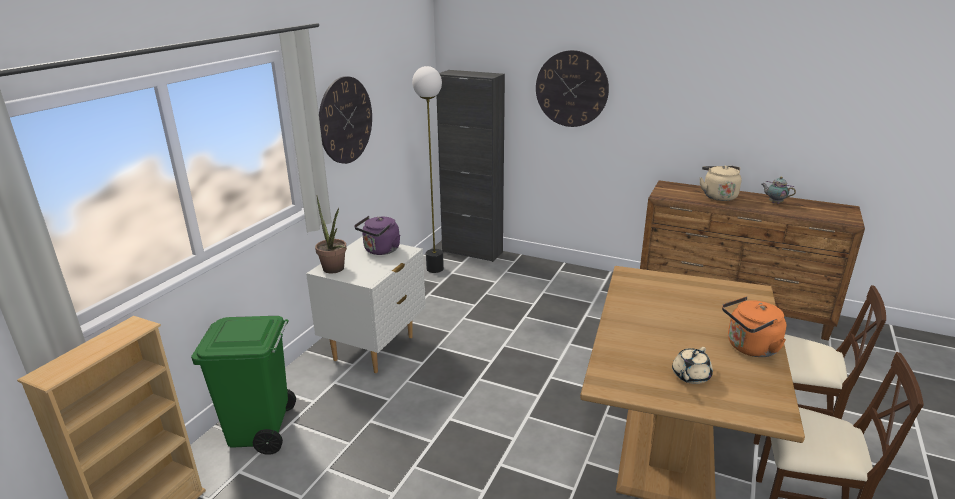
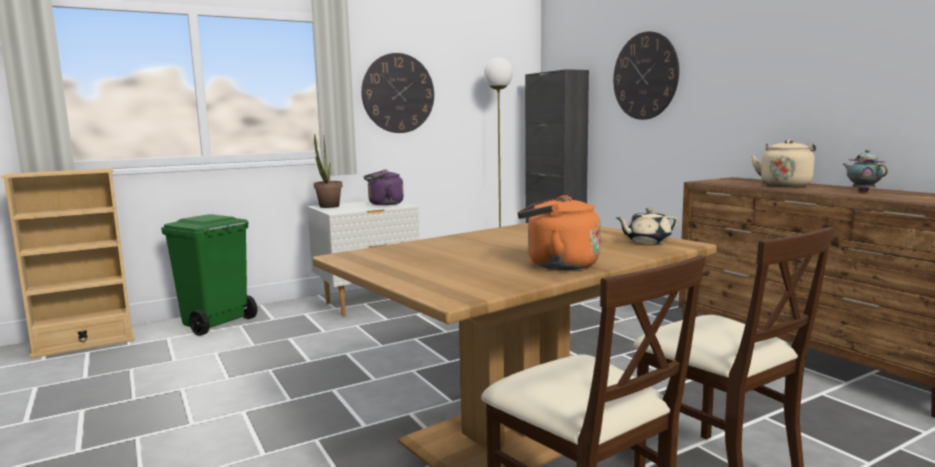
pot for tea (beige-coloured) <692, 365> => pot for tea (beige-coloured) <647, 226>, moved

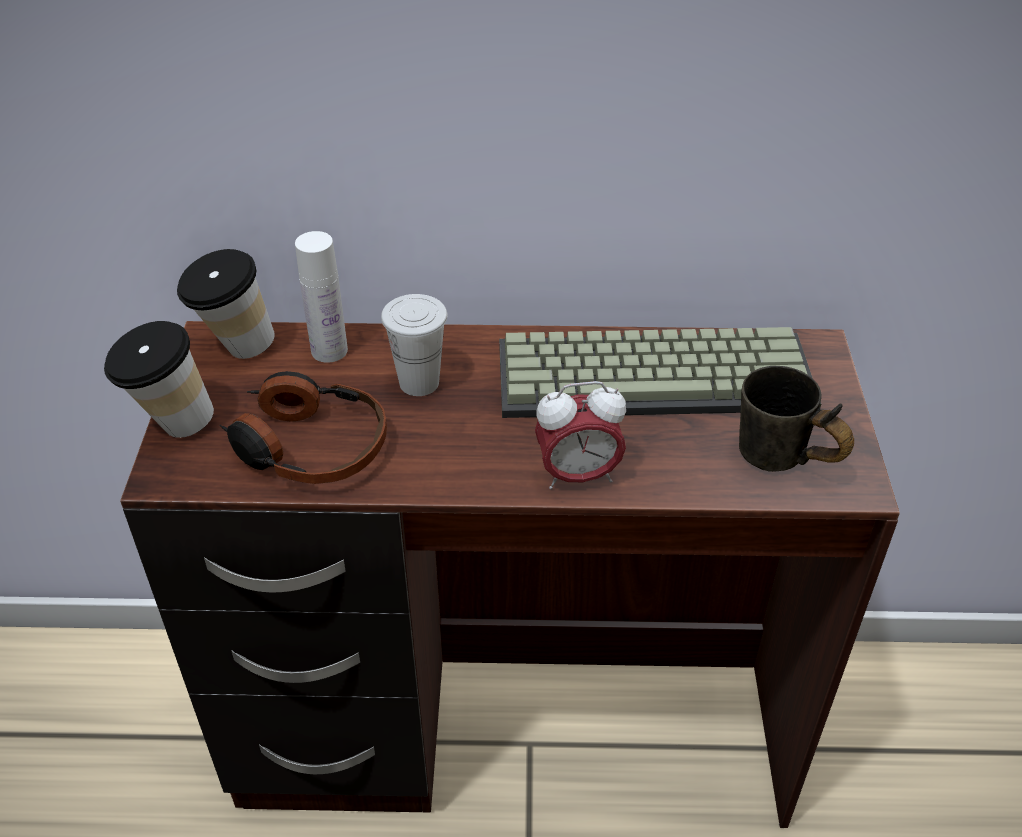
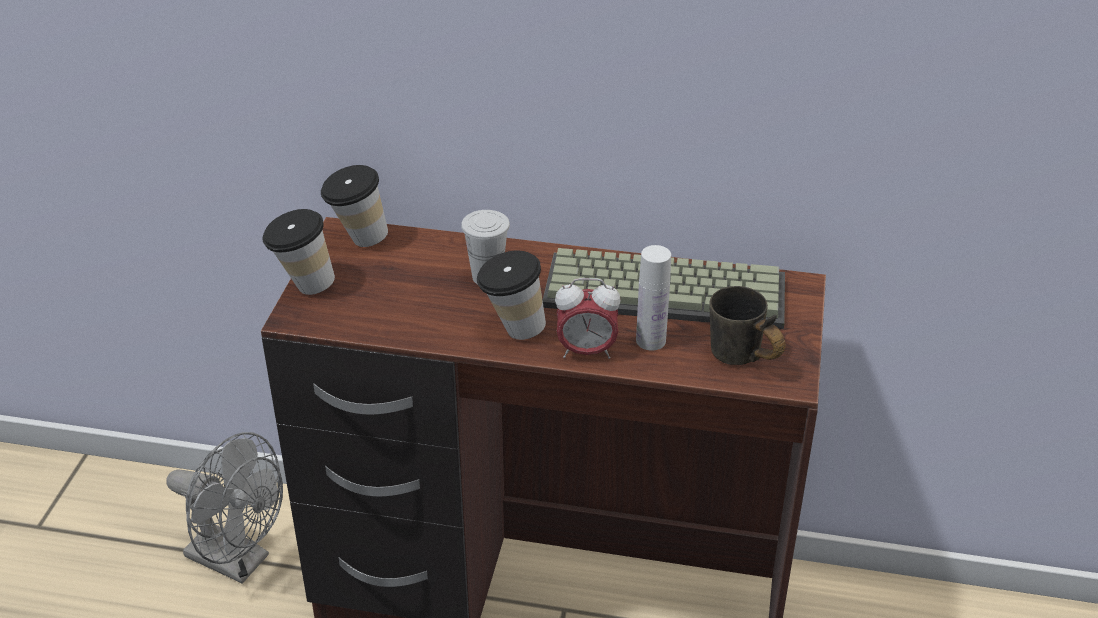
pair of headphones <303, 427> => nothing
drink bottle (whitish) <321, 297> => drink bottle (whitish) <653, 298>, moved
nothing => electric fan (greyish) <224, 508>
nothing => cup <511, 295>

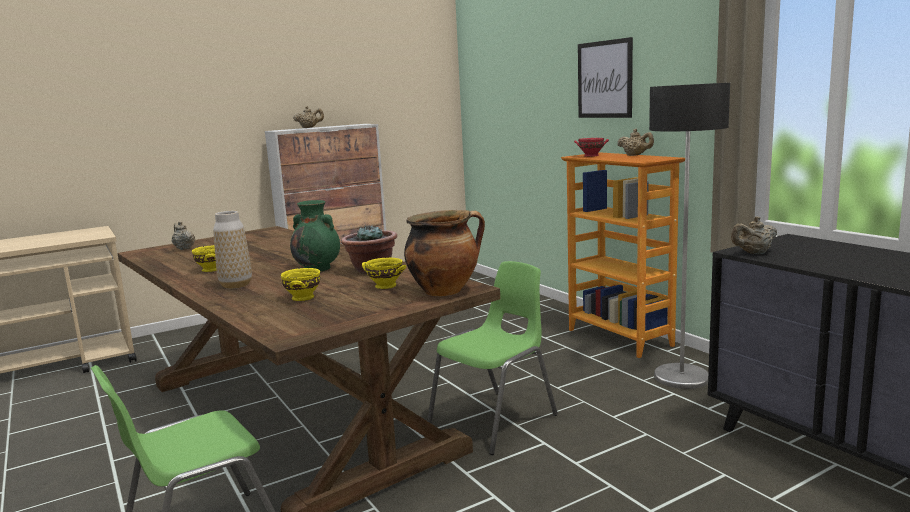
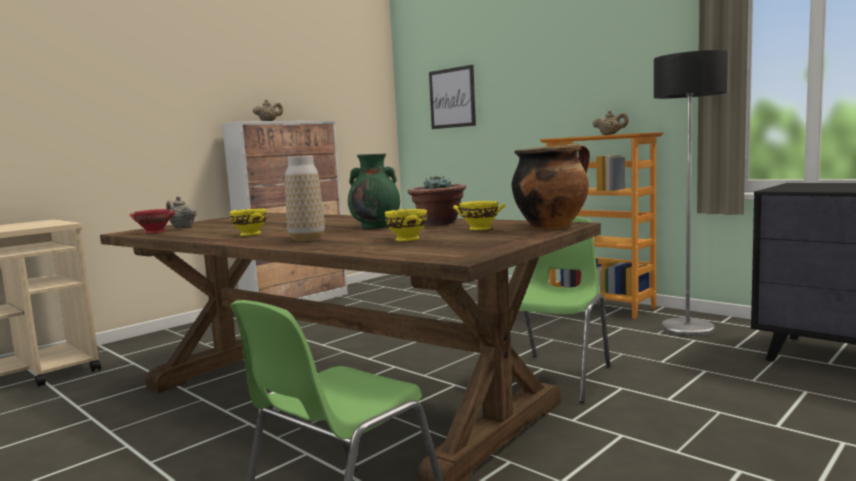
bowl (reddish) <591, 147> => bowl (reddish) <152, 221>, moved
wall art <605, 77> => wall art <452, 97>, moved
pot for tea (beige-coloured) <754, 235> => nothing

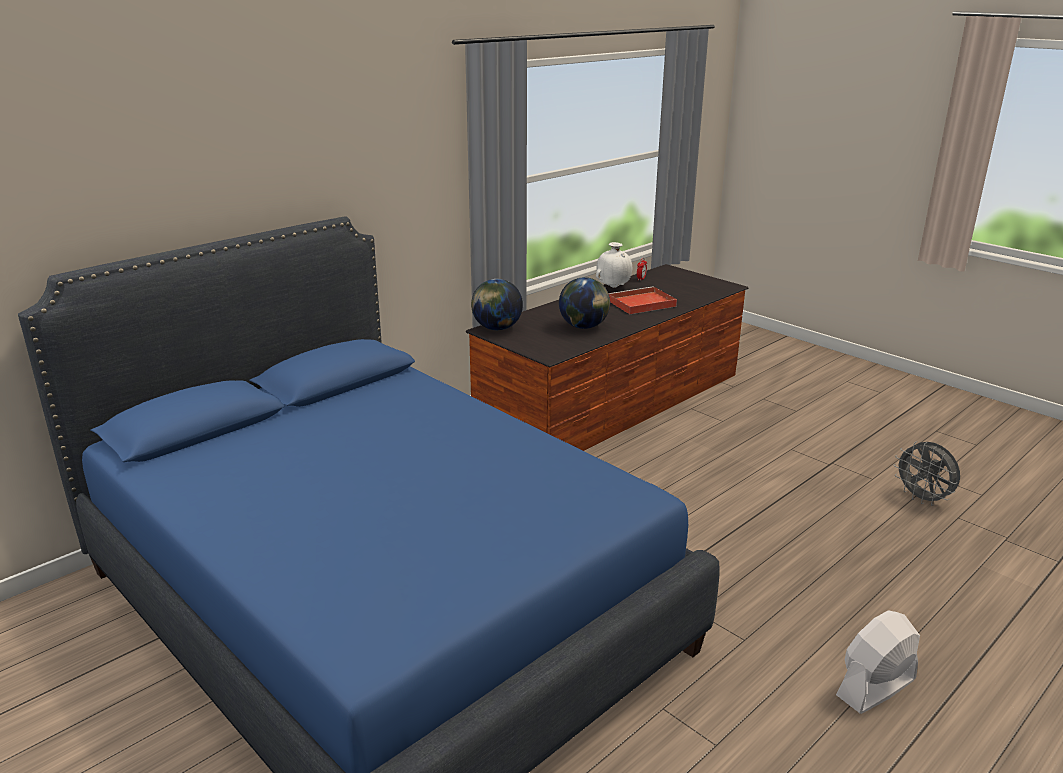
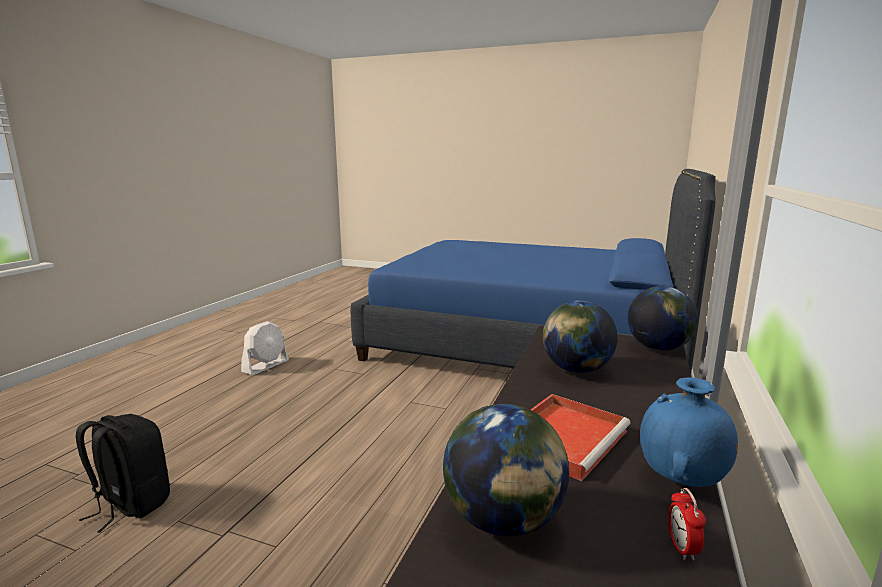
decorative vase (whitish) <614, 265> => decorative vase (blue) <689, 432>
electric fan (greyish) <926, 473> => knapsack (blackish) <123, 473>
nothing => world globe <506, 470>

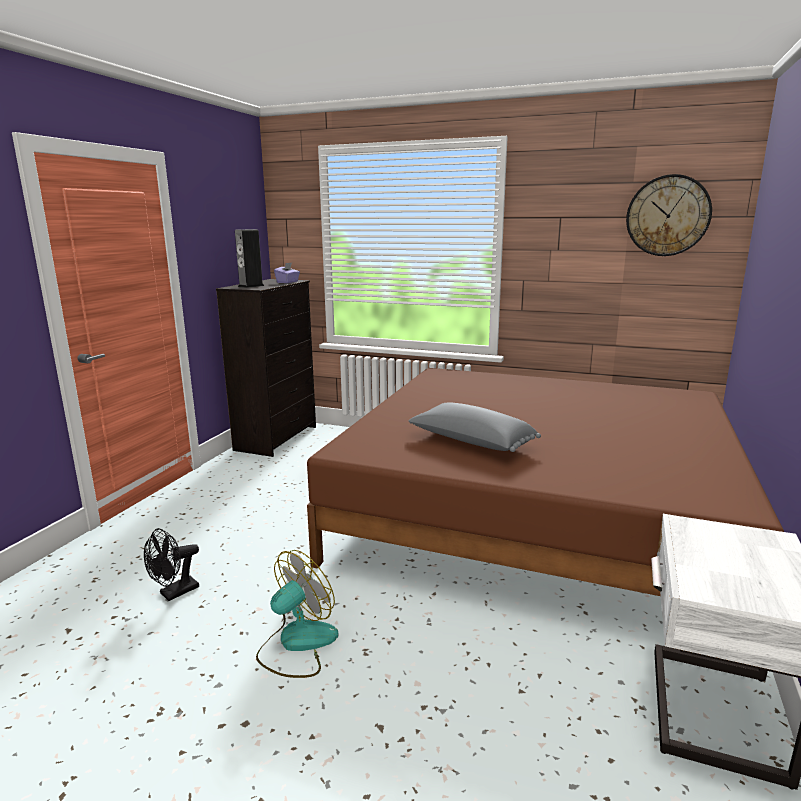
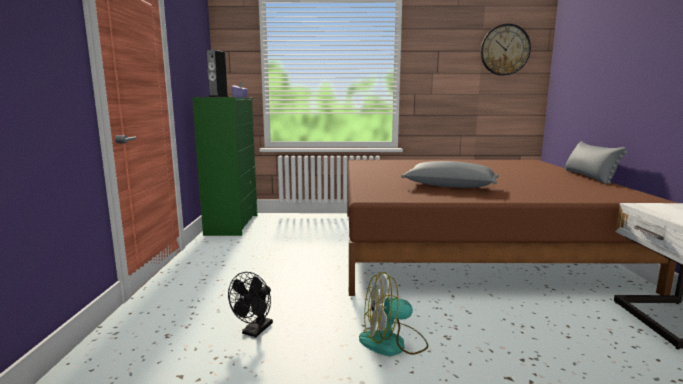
dresser (blackish) <266, 368> => dresser (greenish) <224, 166>
electric fan <297, 614> => electric fan <393, 314>, 120 degrees counterclockwise
nothing => cushion (greyish) <596, 162>

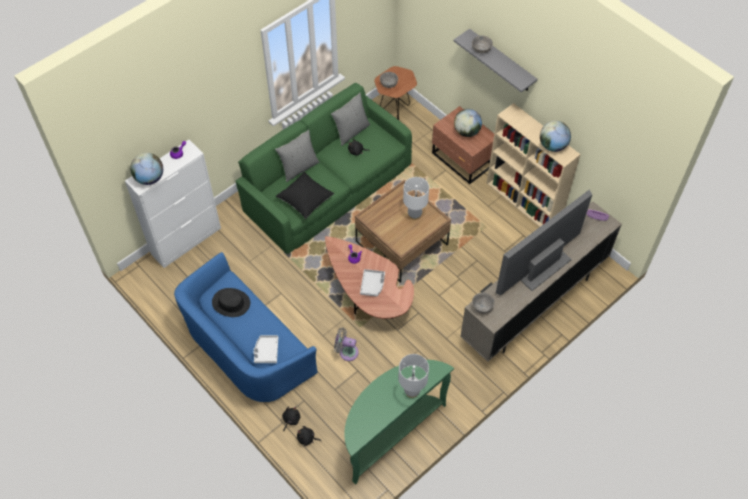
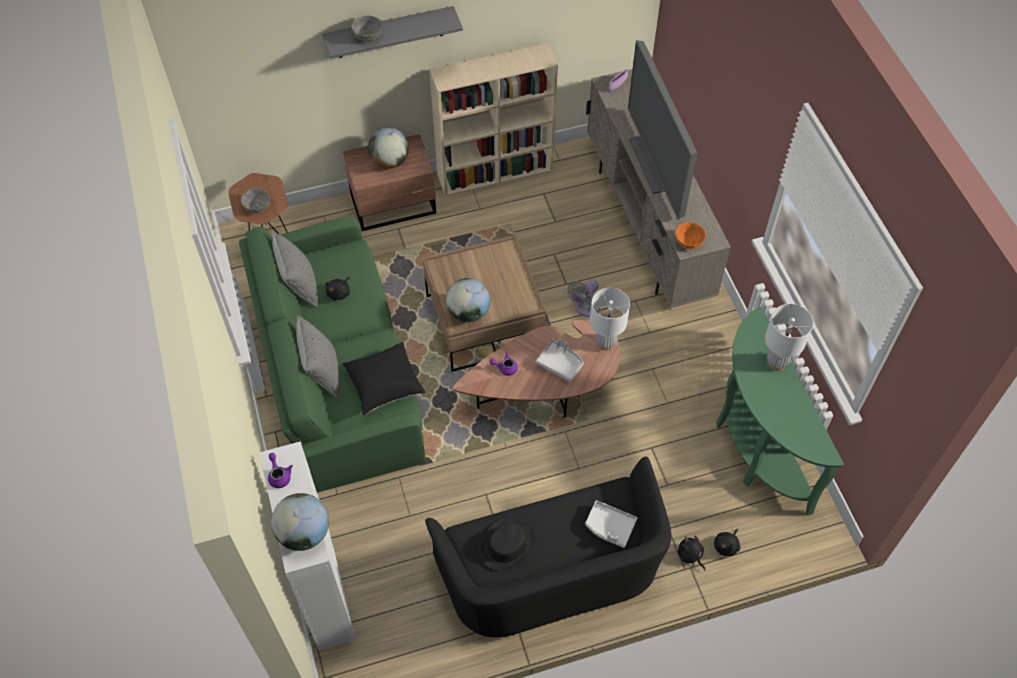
settee (blue) <246, 327> => settee (blackish) <548, 546>
electric fan (greyish) <346, 344> => electric fan (greyish) <583, 298>, moved
lamp for a table (whitish) <416, 198> => lamp for a table (whitish) <610, 319>, moved
bowl (greyish) <483, 303> => bowl (orangey) <690, 235>
world globe <555, 136> => world globe <468, 300>, moved

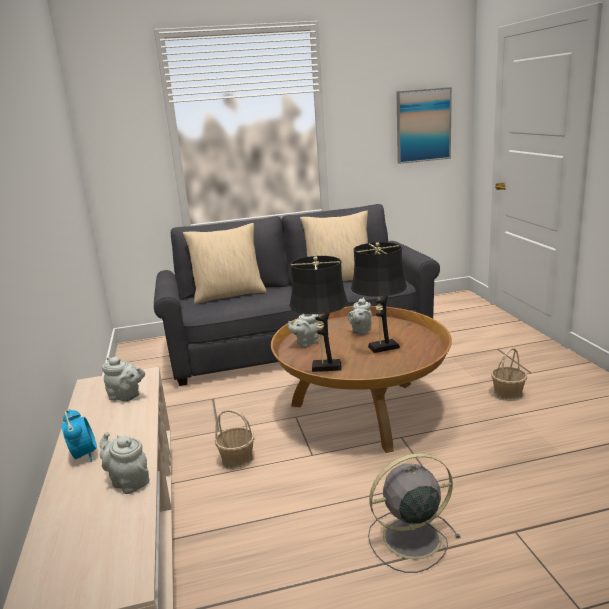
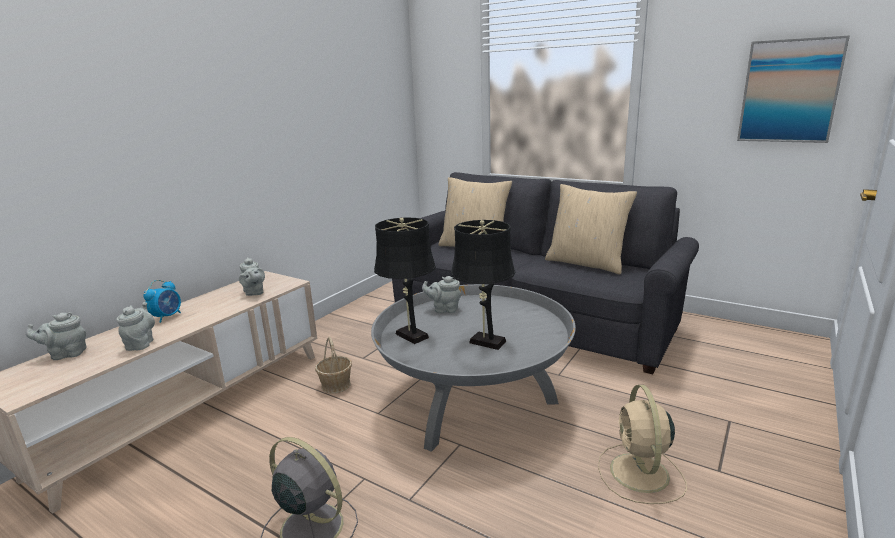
low table (brown-coloured) <361, 379> => low table (greyish) <473, 368>
pot for tea (greyish) <360, 316> => pot for tea (greyish) <56, 336>, moved
storage basket <509, 374> => electric fan (beige-coloured) <642, 444>

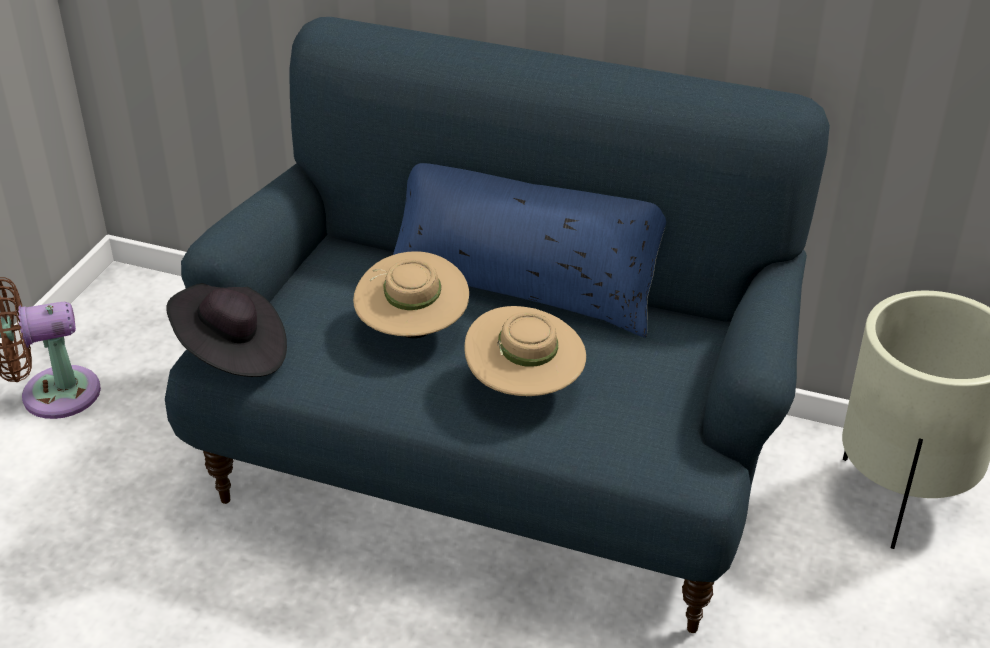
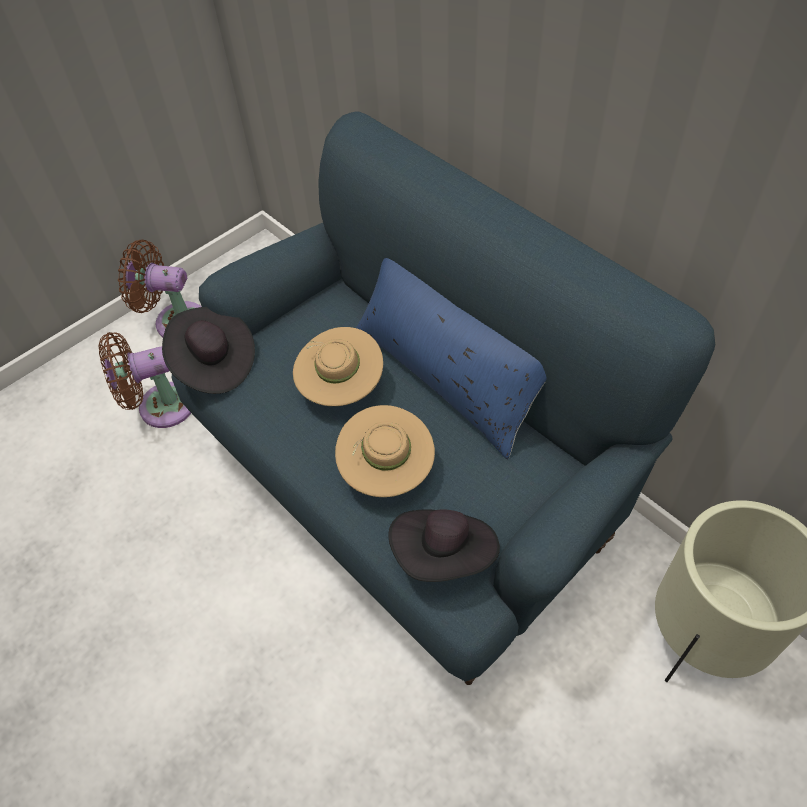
nothing => electric fan (brown-coloured) <144, 380>
nothing => clothing hat (blackish) <444, 545>

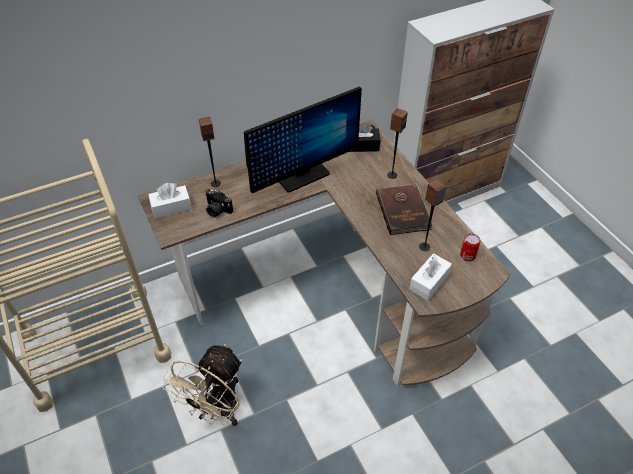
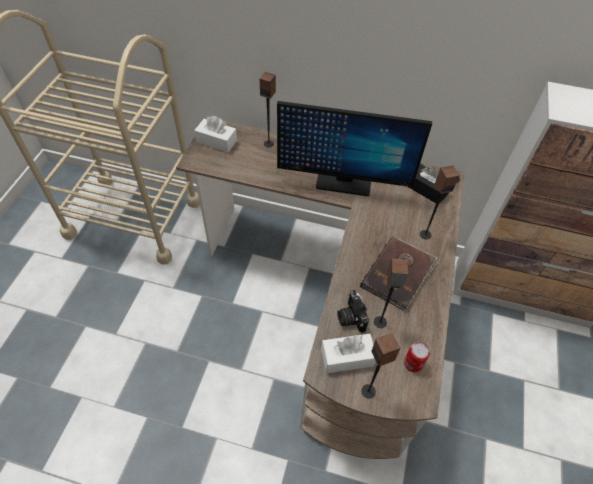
electric fan (beige-coloured) <202, 385> => nothing
still camera <219, 203> => still camera <353, 311>, moved
nothing => speaker <380, 366>

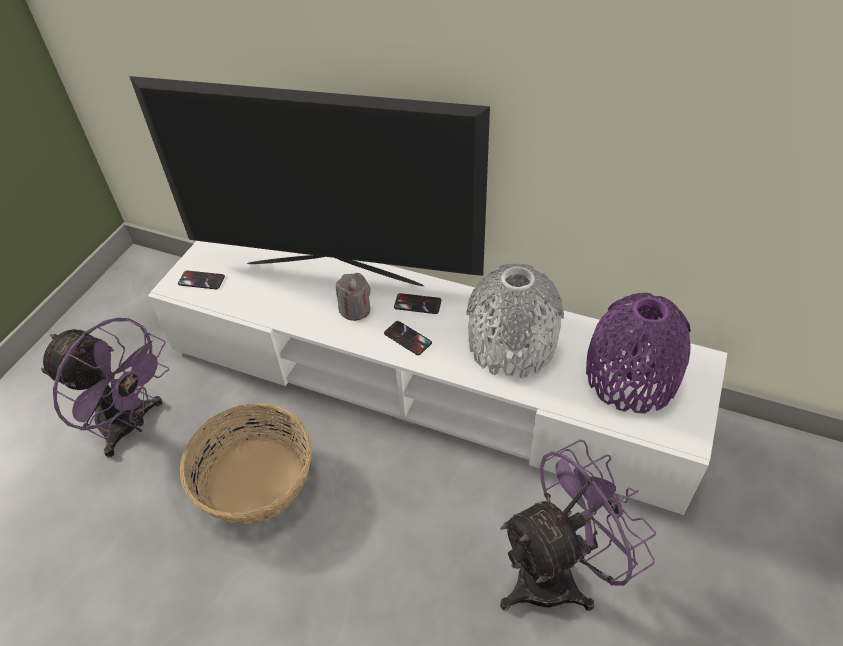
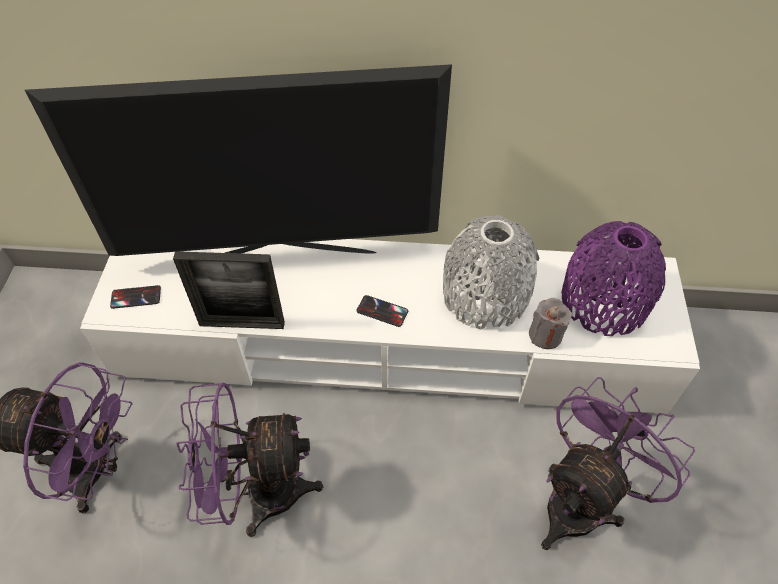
storage basket <246, 463> => electric fan (purplish) <250, 460>
wax light (greyish) <353, 297> => wax light (greyish) <550, 323>, moved
handset <418, 303> => nothing
nothing => picture frame <229, 290>

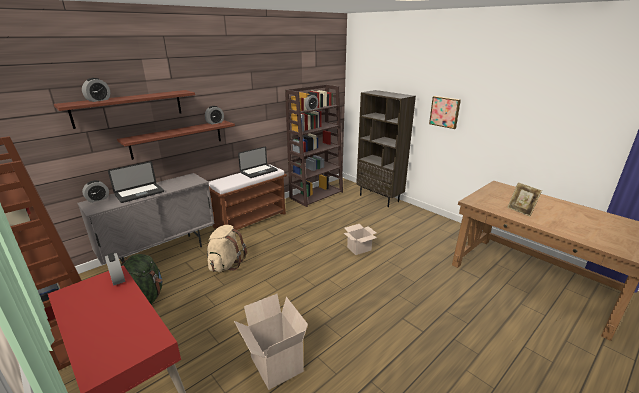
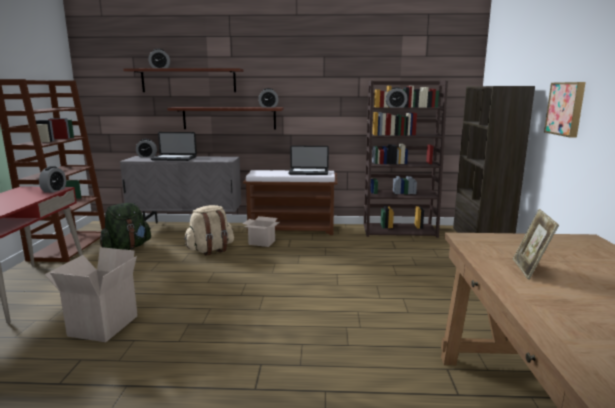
carton <360, 239> => carton <261, 231>, moved

